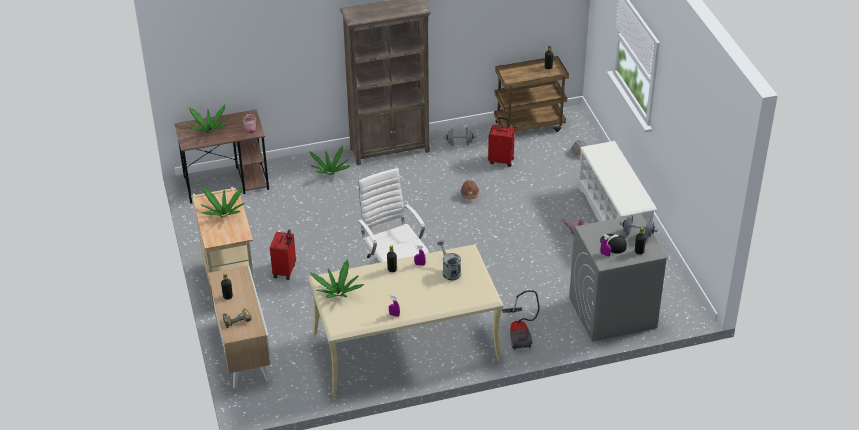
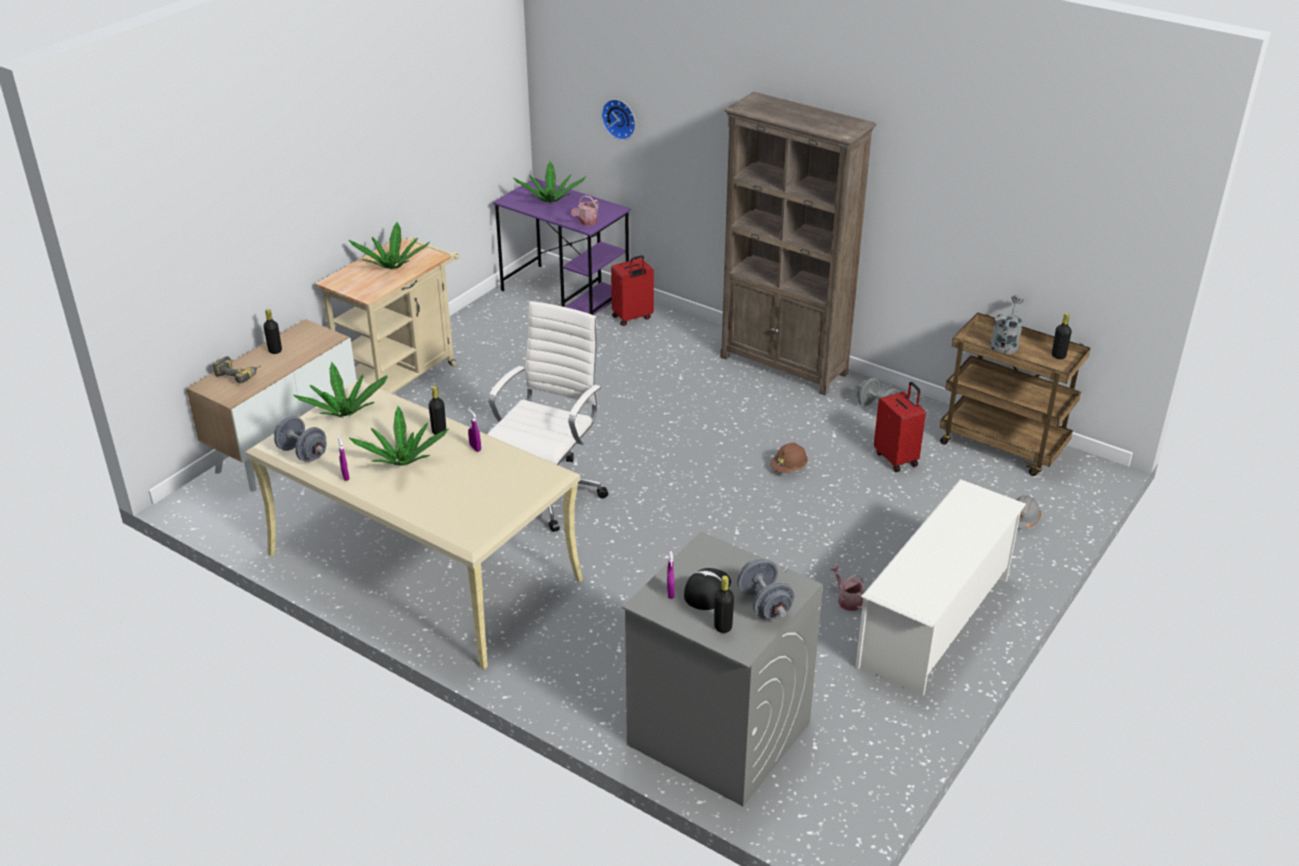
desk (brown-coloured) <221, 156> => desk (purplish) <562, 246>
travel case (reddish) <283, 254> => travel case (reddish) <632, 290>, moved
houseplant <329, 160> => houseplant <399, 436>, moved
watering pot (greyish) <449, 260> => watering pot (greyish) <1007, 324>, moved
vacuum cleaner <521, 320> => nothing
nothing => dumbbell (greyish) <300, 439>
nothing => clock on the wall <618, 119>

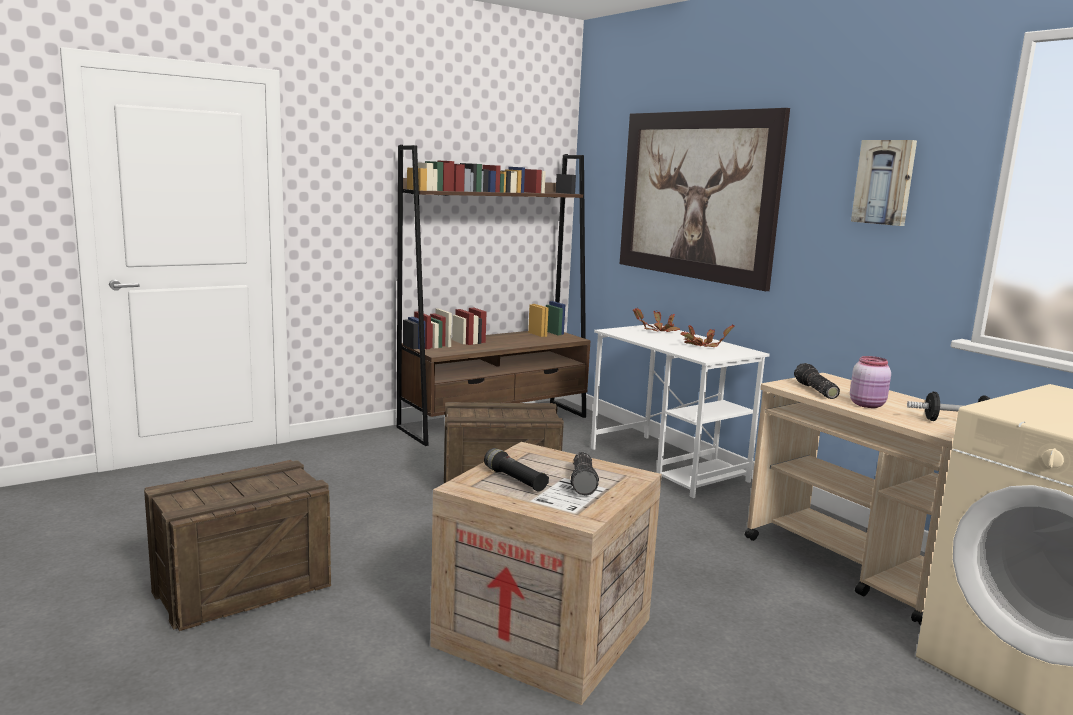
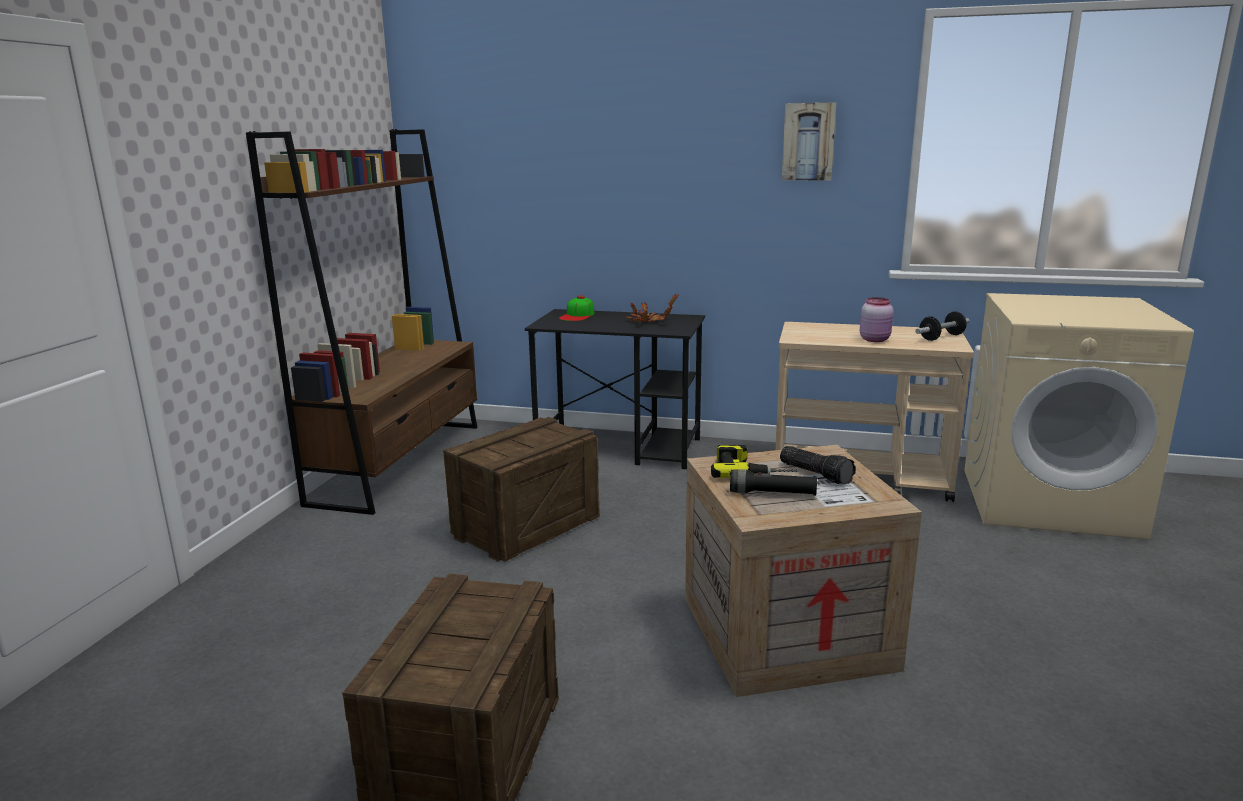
desk (whitish) <680, 411> => desk (blackish) <615, 389>
wall art <705, 199> => nothing
houseplant <656, 320> => cap <576, 308>
hand torch <817, 381> => nothing
nothing => electric drill <754, 461>

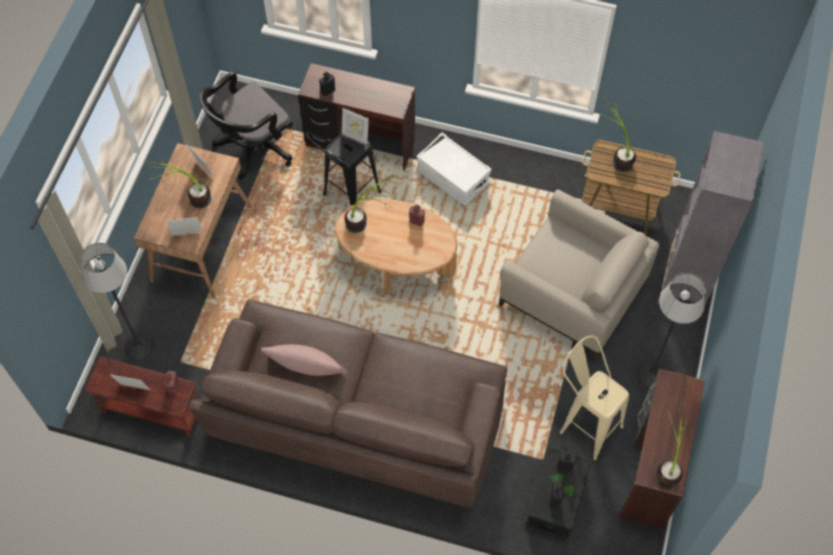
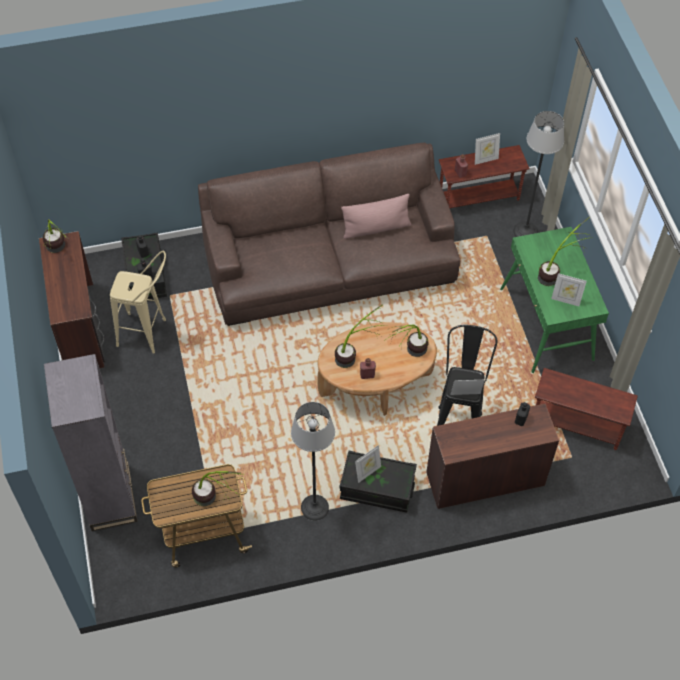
desk (brown-coloured) <193, 221> => desk (greenish) <554, 300>
picture frame <184, 226> => picture frame <368, 464>, moved
computer chair (blackish) <246, 125> => side table (brown-coloured) <586, 409>
storage box (whitish) <454, 170> => storage box (blackish) <378, 482>
easy chair (beige-coloured) <579, 275> => nothing
floor lamp <671, 330> => floor lamp <313, 461>, moved
nothing => houseplant <361, 336>

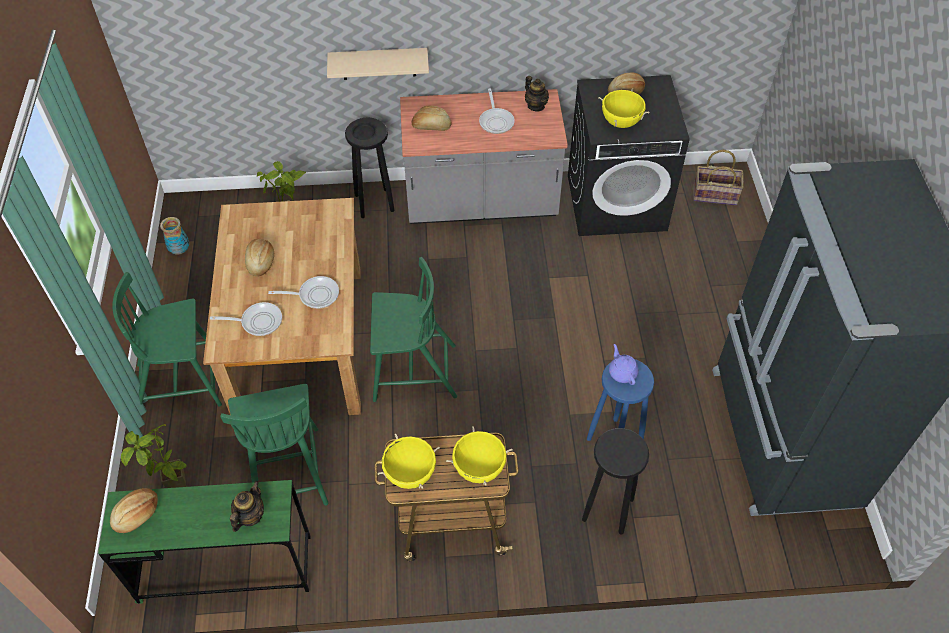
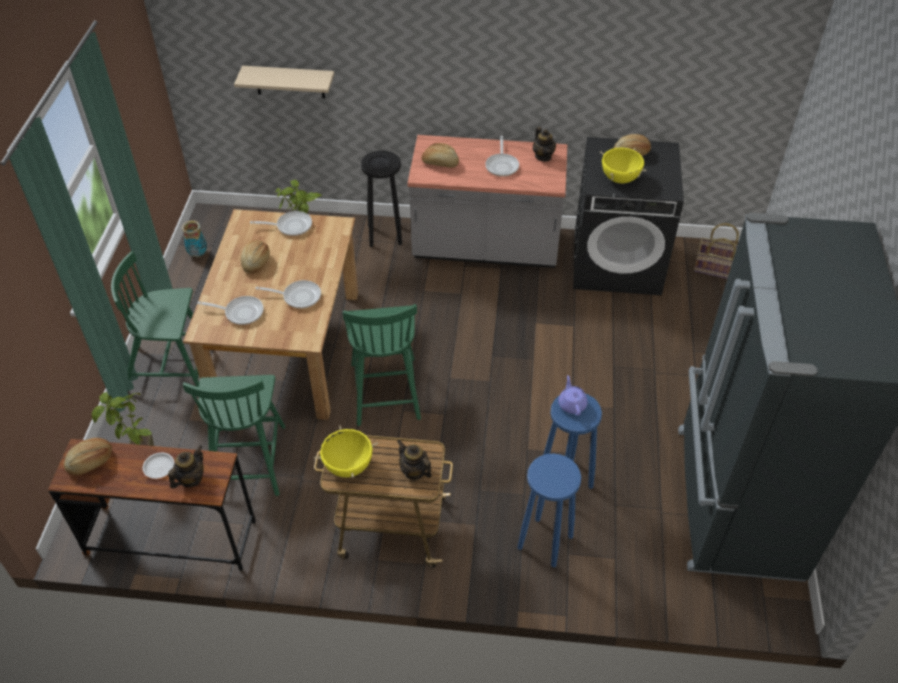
desk (greenish) <204, 542> => desk (brown-coloured) <152, 505>
wall shelf (beige-coloured) <378, 64> => wall shelf (beige-coloured) <284, 82>, moved
plain chair (greenish) <413, 329> => plain chair (greenish) <382, 365>, 75 degrees clockwise
stockpot (yellowish) <479, 456> => pot for tea <414, 460>
sitting stool (blackish) <615, 481> => sitting stool (blue) <549, 510>
nothing => flat dish (whitish) <158, 466>
nothing => pan <281, 223>

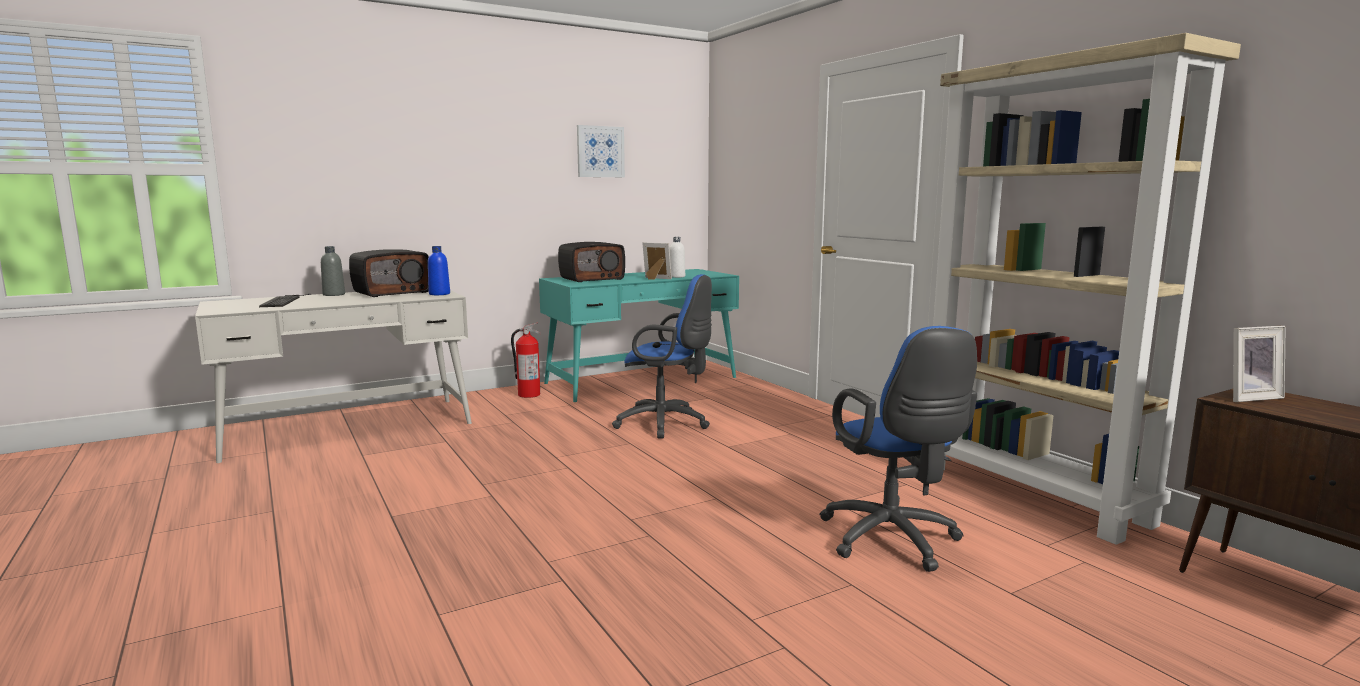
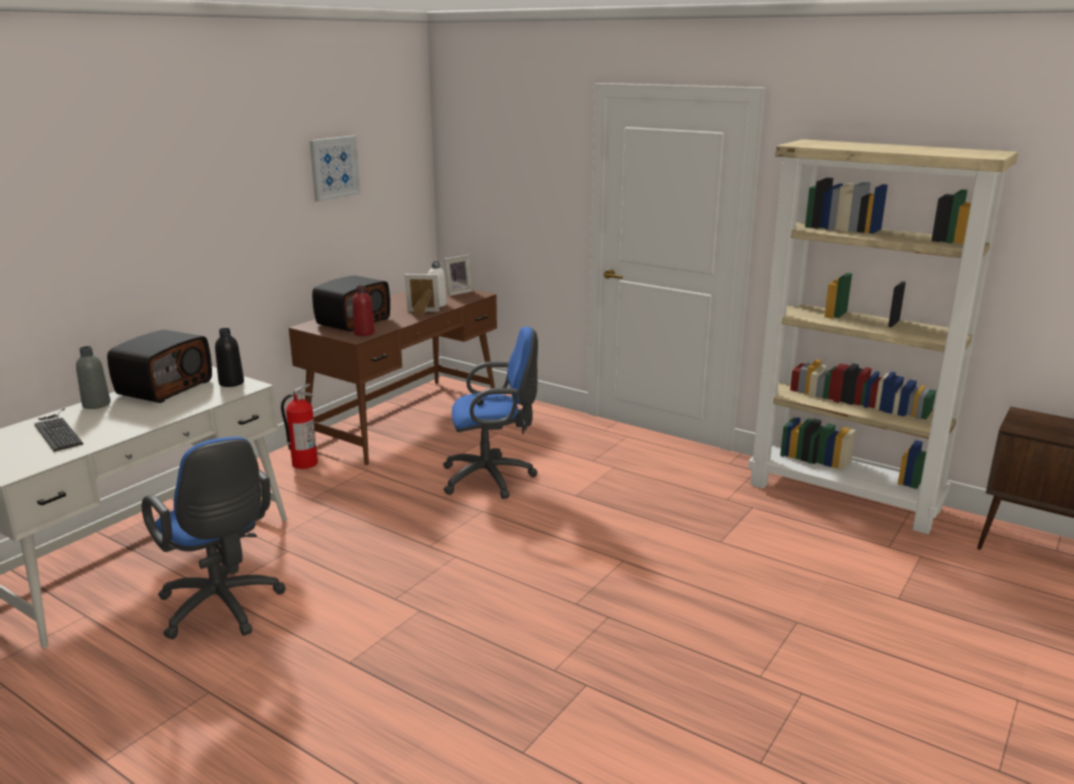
drink bottle (blue) <439, 270> => drink bottle (blackish) <229, 357>
desk (turquoise-coloured) <639, 335> => desk (brown-coloured) <393, 375>
computer chair (blue) <898, 449> => computer chair (blue) <214, 538>, moved
picture frame <1259, 364> => picture frame <459, 275>, moved
nothing => drink bottle (reddish) <363, 311>

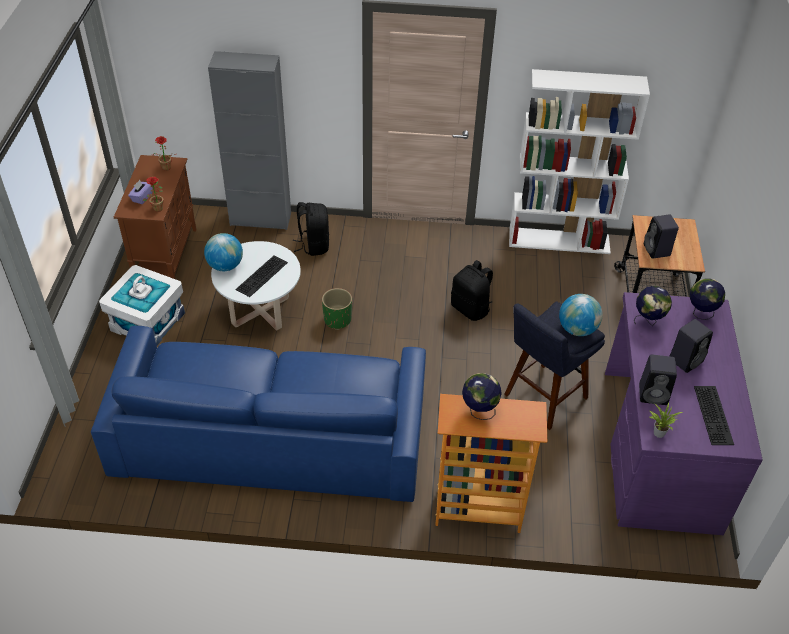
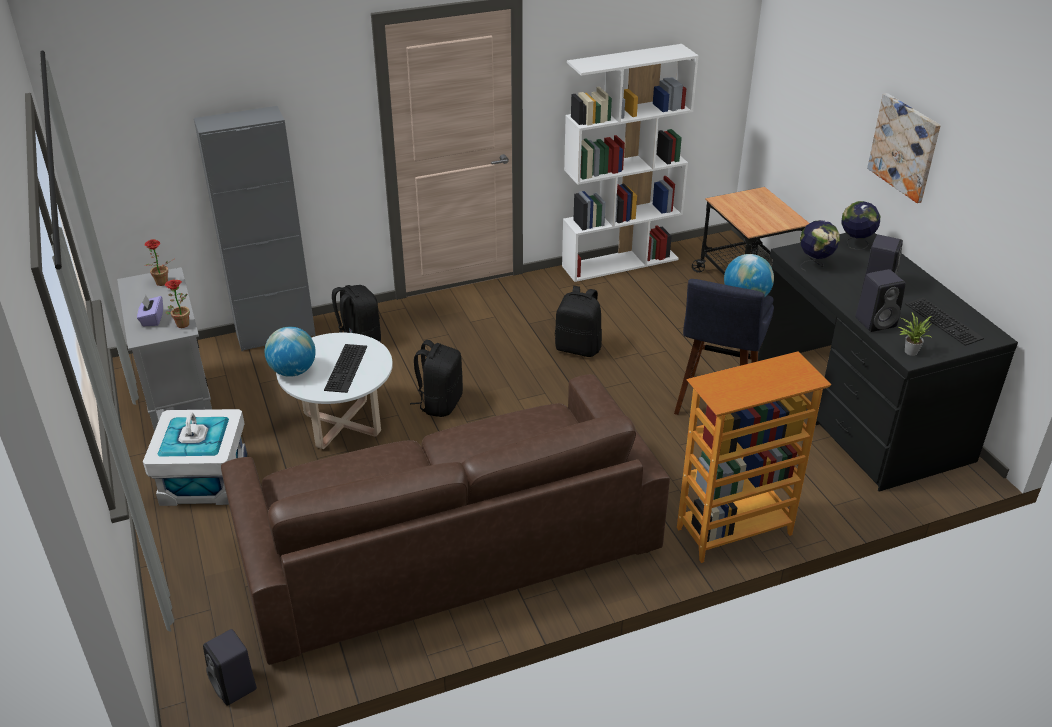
settee (blue) <258, 414> => settee (brown-coloured) <445, 519>
storage cabinet (brown-coloured) <155, 217> => storage cabinet (greyish) <164, 349>
plant pot (greenish) <337, 309> => knapsack (blackish) <436, 378>
world globe <482, 396> => nothing
desk (purplish) <684, 413> => desk (blackish) <888, 362>
speaker (blackish) <661, 236> => speaker (blackish) <230, 667>, moved
nothing => wall art <904, 148>

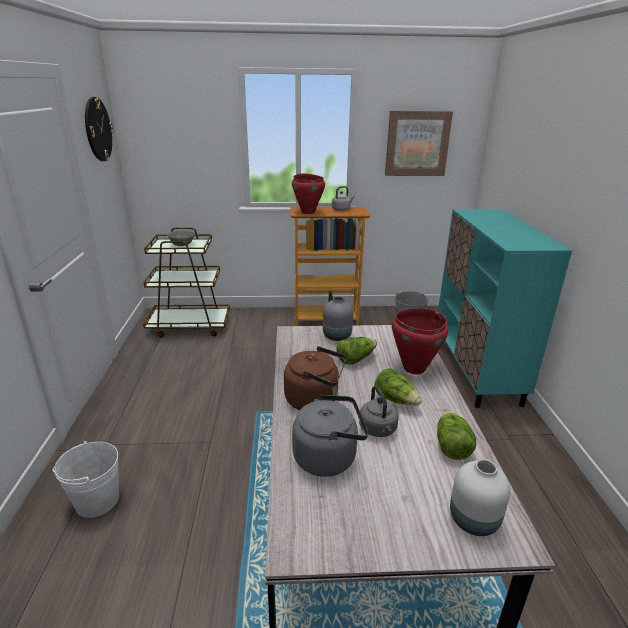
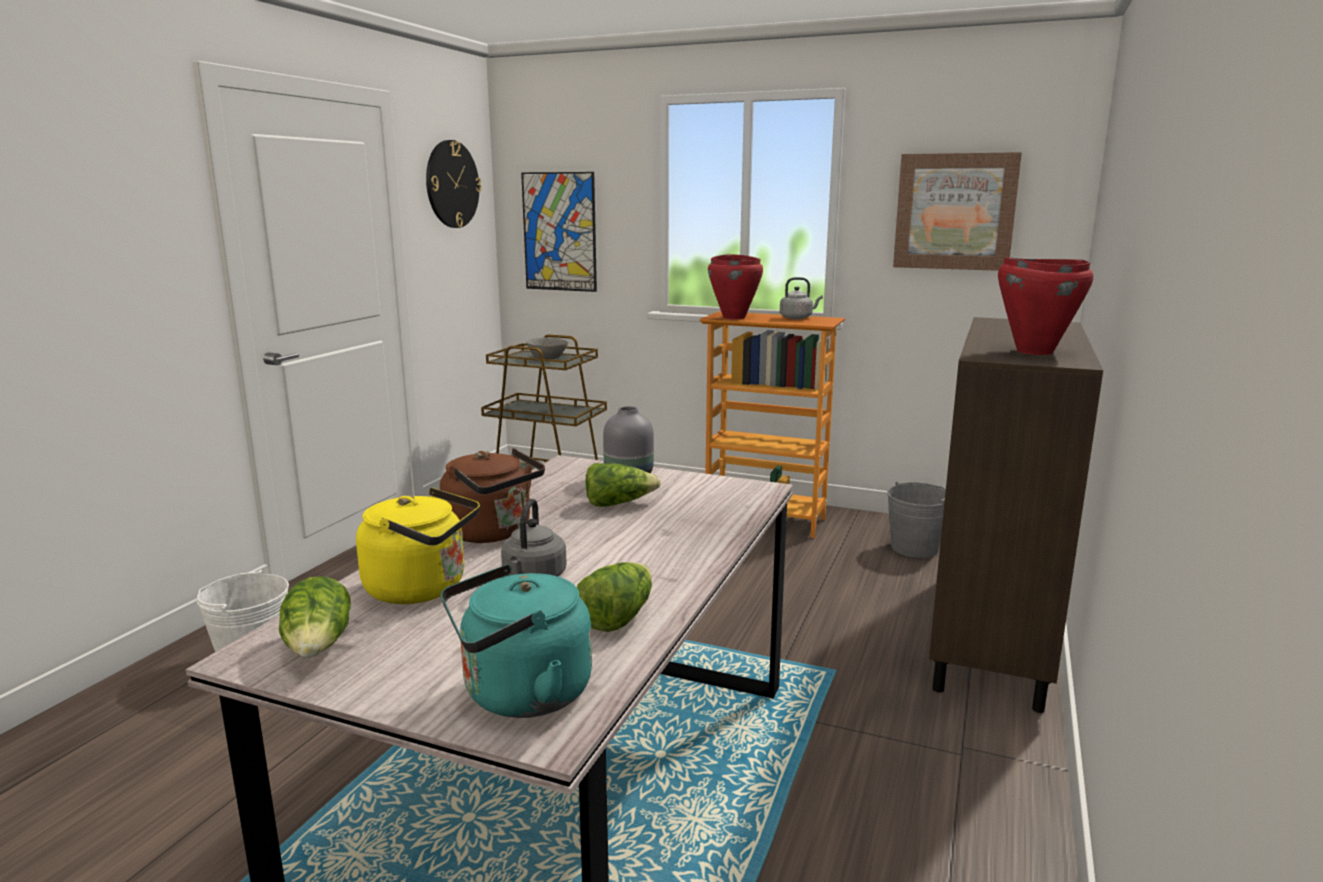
tea kettle (greyish) <330, 435> => tea kettle (yellowish) <418, 546>
lettuce <398, 387> => lettuce <315, 617>, moved
stockpot (reddish) <420, 341> => stockpot (reddish) <1045, 306>, moved
storage cabinet (turquoise-coloured) <505, 308> => storage cabinet (brown-coloured) <1016, 515>
decorative vase (whitish) <480, 497> => tea kettle (turquoise-coloured) <516, 641>
nothing => wall art <559, 232>

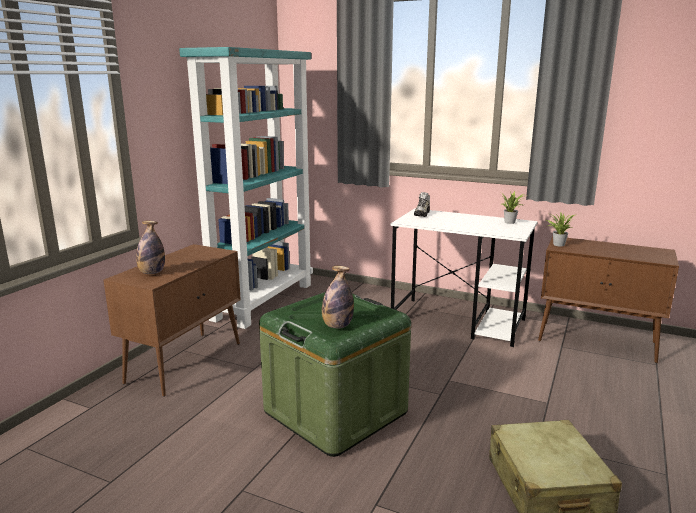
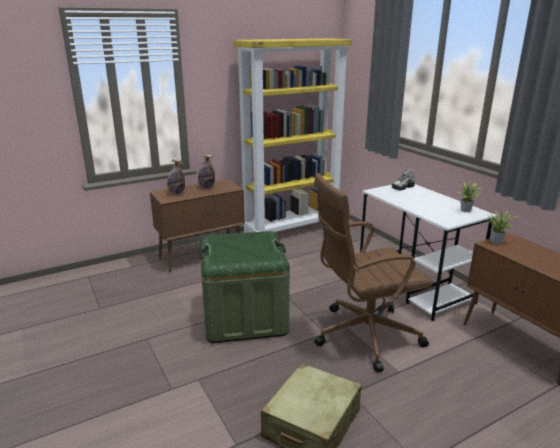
shelving unit (turquoise-coloured) <246, 188> => shelving unit (yellowish) <292, 135>
drink bottle <338, 297> => drink bottle <206, 171>, moved
nothing => computer chair (brown-coloured) <373, 272>

